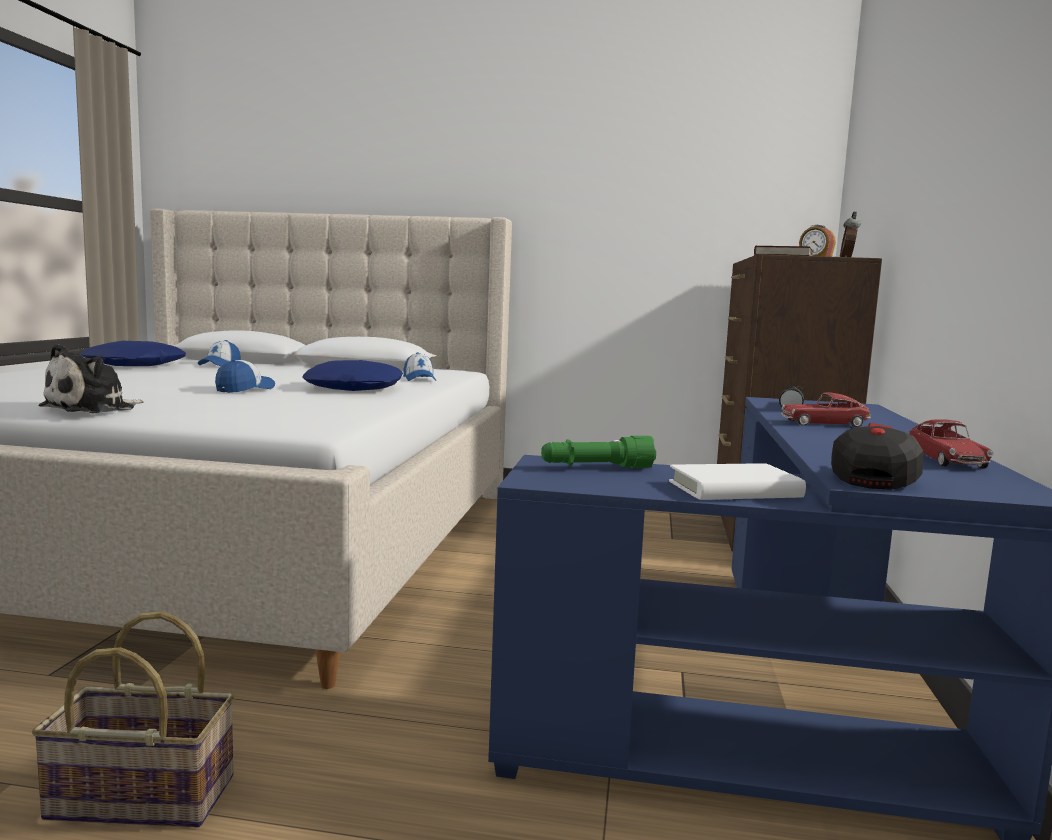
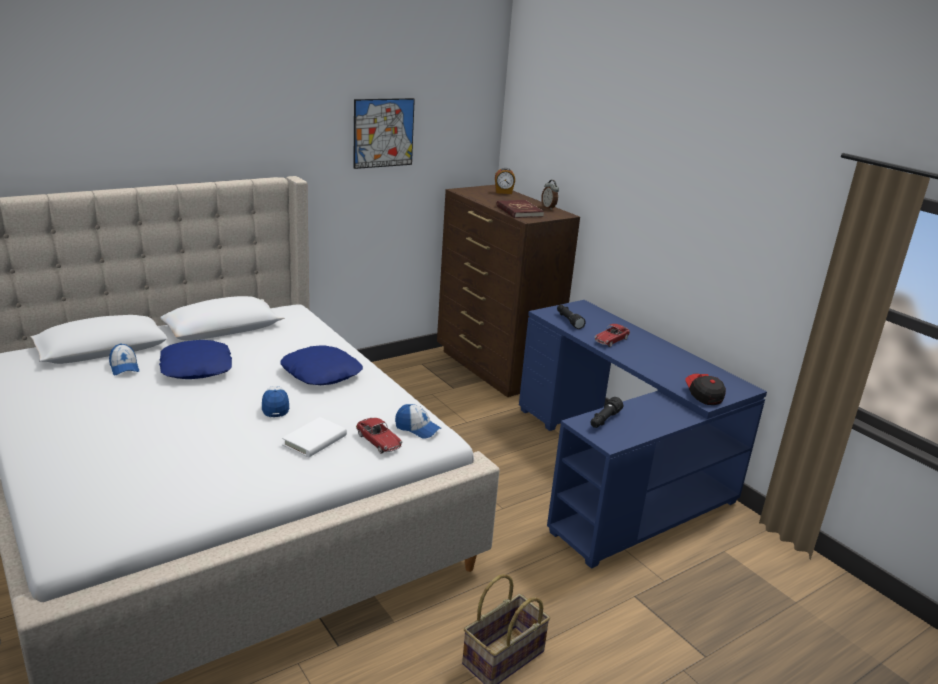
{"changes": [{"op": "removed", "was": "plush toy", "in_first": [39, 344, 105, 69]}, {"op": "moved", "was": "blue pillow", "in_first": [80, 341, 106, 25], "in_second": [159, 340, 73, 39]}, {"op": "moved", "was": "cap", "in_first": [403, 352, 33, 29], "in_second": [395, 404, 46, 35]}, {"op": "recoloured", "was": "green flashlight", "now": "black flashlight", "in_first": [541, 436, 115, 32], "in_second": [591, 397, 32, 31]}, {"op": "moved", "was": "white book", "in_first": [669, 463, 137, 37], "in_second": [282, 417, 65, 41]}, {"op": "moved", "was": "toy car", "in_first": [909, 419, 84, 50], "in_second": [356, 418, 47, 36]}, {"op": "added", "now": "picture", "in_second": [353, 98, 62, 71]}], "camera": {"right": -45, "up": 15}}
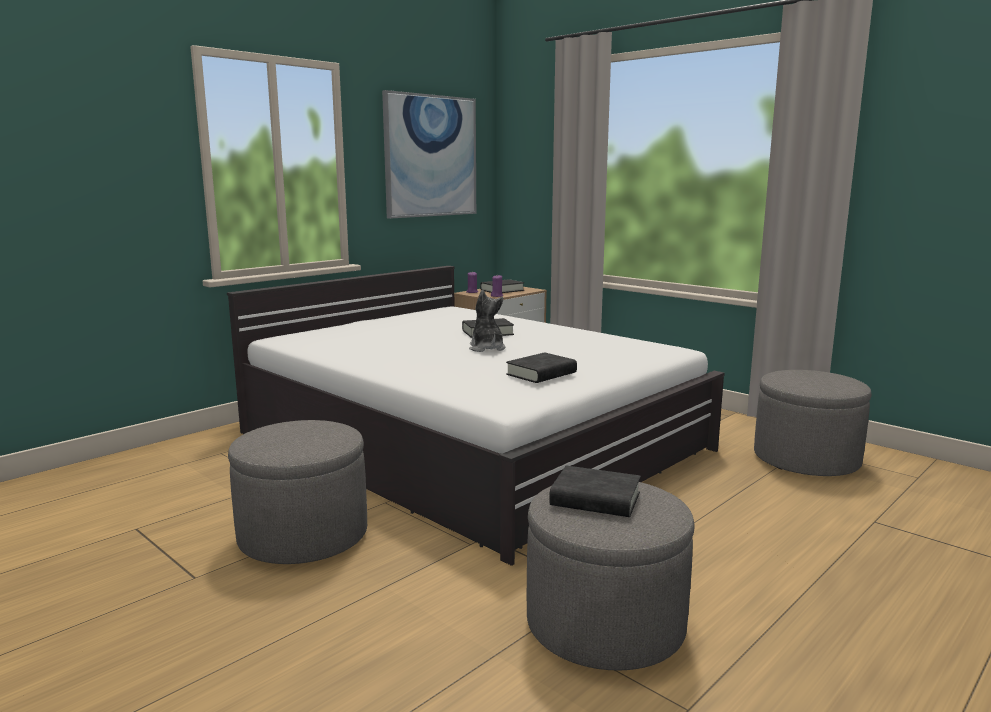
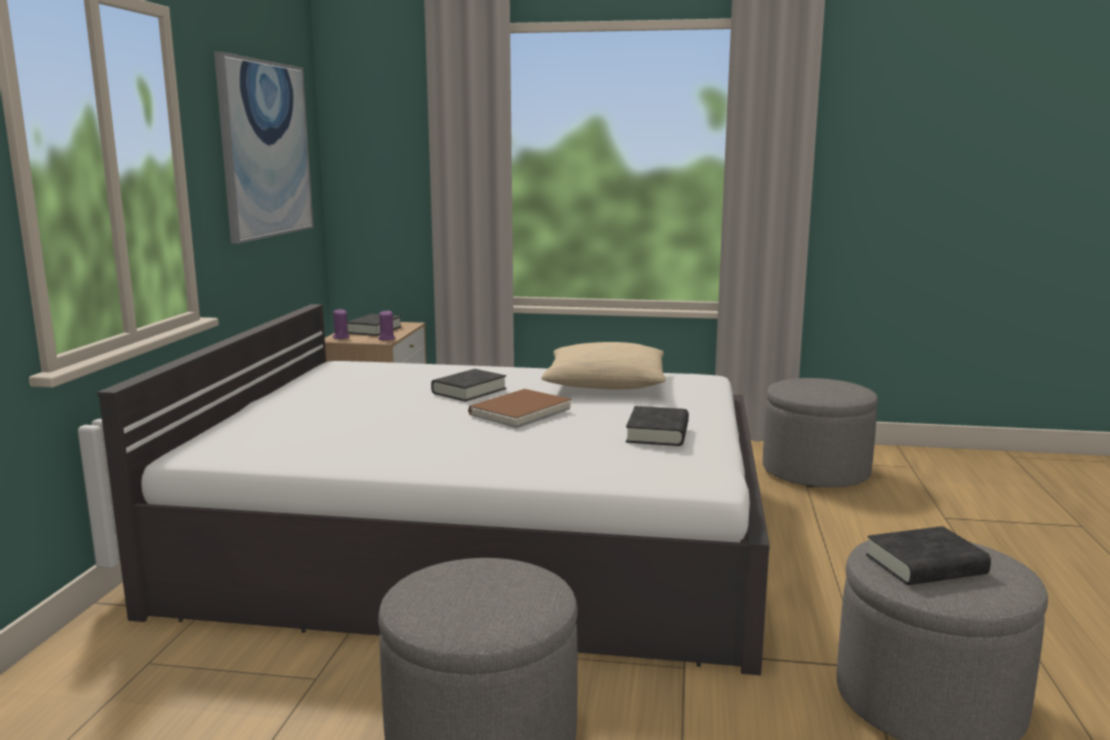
{"changes": [{"op": "replaced", "was": "plush toy", "now": "brown book", "in_first": [469, 290, 36, 62], "in_second": [468, 389, 103, 40]}, {"op": "added", "now": "beige pillow", "in_second": [541, 342, 125, 47]}], "camera": {"right": -35, "up": 0}}
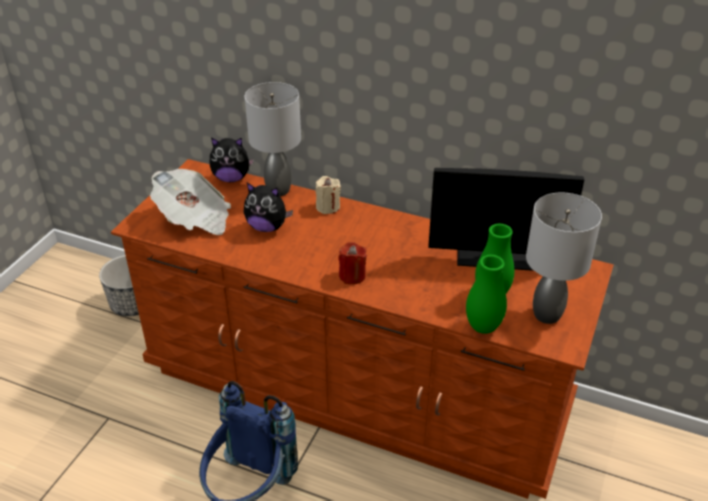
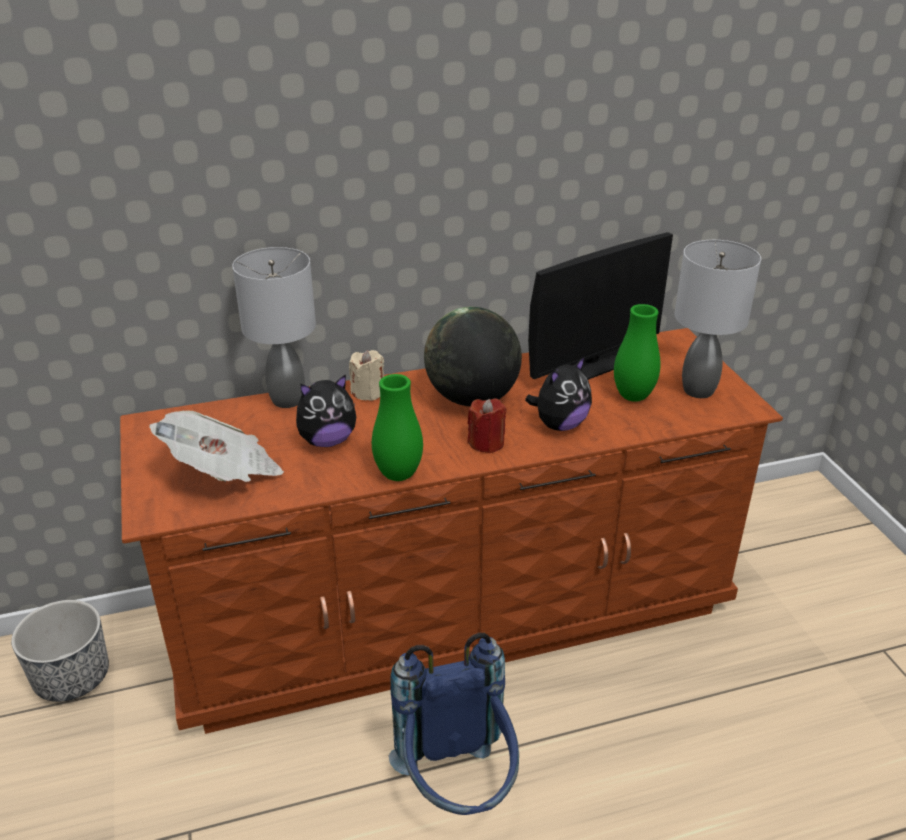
{"changes": [{"op": "moved", "was": "plush toy", "in_first": [209, 137, 45, 45], "in_second": [525, 356, 67, 75]}, {"op": "moved", "was": "green vase", "in_first": [466, 255, 41, 79], "in_second": [372, 374, 51, 107]}, {"op": "added", "now": "globe", "in_second": [424, 307, 98, 100]}], "camera": {"right": -40, "up": -5}}
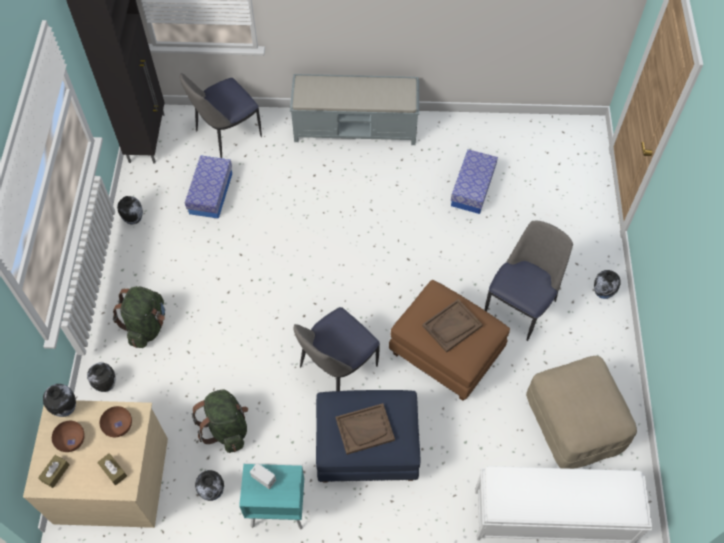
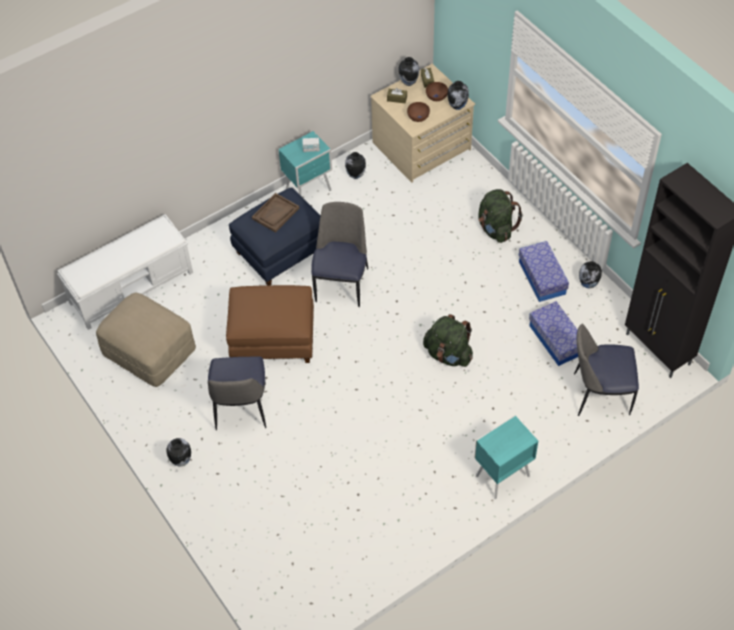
{"changes": [{"op": "moved", "was": "vase", "in_first": [87, 362, 29, 30], "in_second": [398, 57, 21, 29]}, {"op": "turned", "was": "chair", "in_first": [180, 73, 82, 85], "in_second": [574, 324, 65, 92], "clockwise": -105}, {"op": "moved", "was": "green backpack", "in_first": [192, 389, 56, 64], "in_second": [423, 314, 50, 53]}, {"op": "replaced", "was": "grey bench", "now": "turquoise nightstand", "in_first": [290, 74, 129, 71], "in_second": [475, 415, 64, 84]}, {"op": "removed", "was": "brown tray", "in_first": [422, 299, 61, 54]}, {"op": "moved", "was": "storage box", "in_first": [451, 149, 47, 65], "in_second": [519, 241, 50, 61]}], "camera": {"right": 145, "up": -5}}
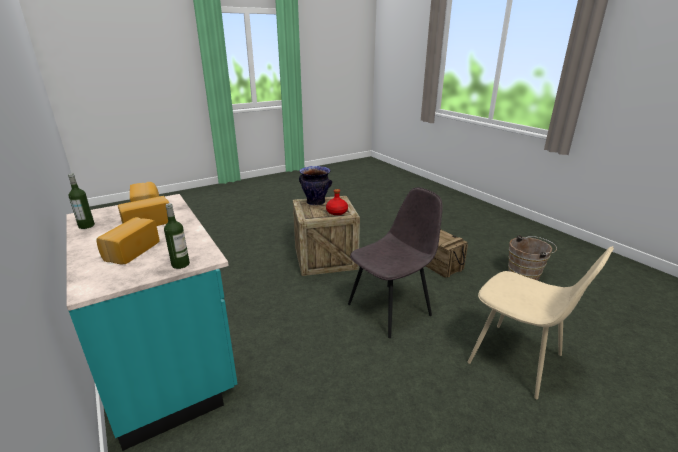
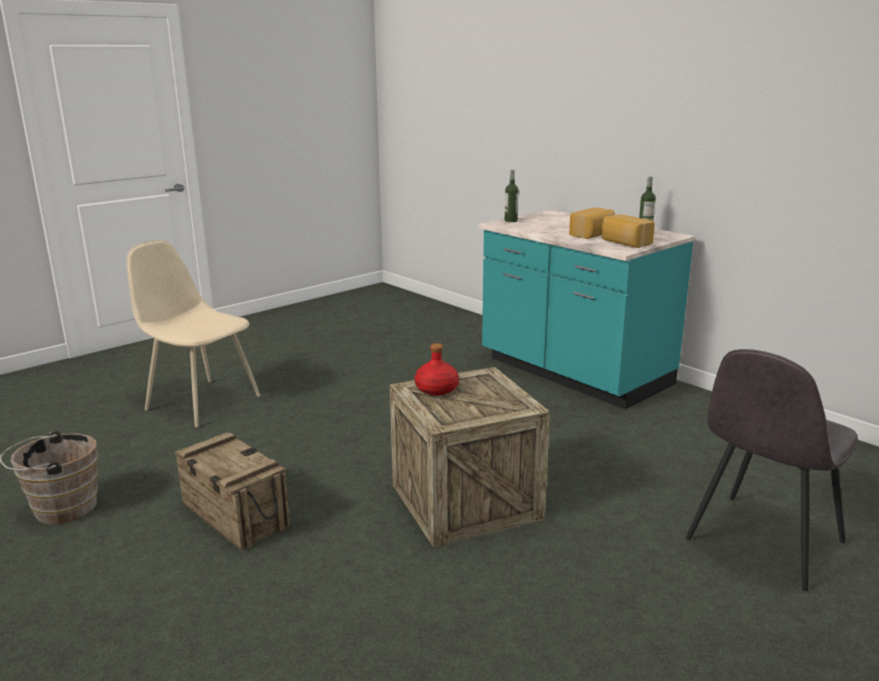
{"changes": [{"op": "removed", "was": "bread", "in_first": [96, 217, 64, 47]}, {"op": "removed", "was": "vase", "in_first": [299, 166, 33, 40]}, {"op": "moved", "was": "grey chair", "in_first": [348, 187, 95, 151], "in_second": [686, 349, 172, 242]}], "camera": {"right": 170, "up": -5}}
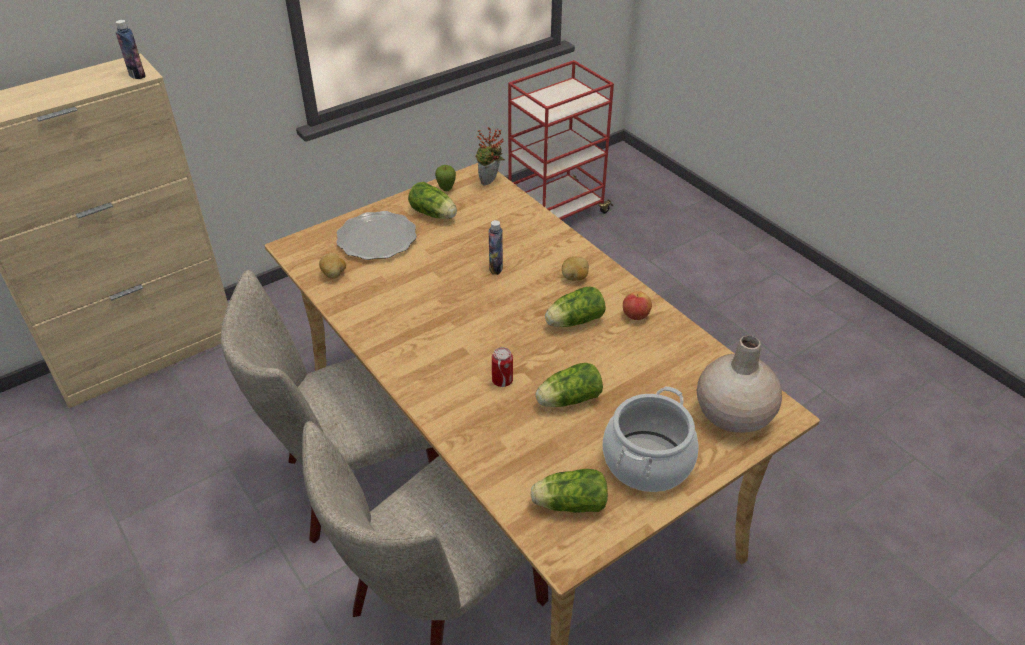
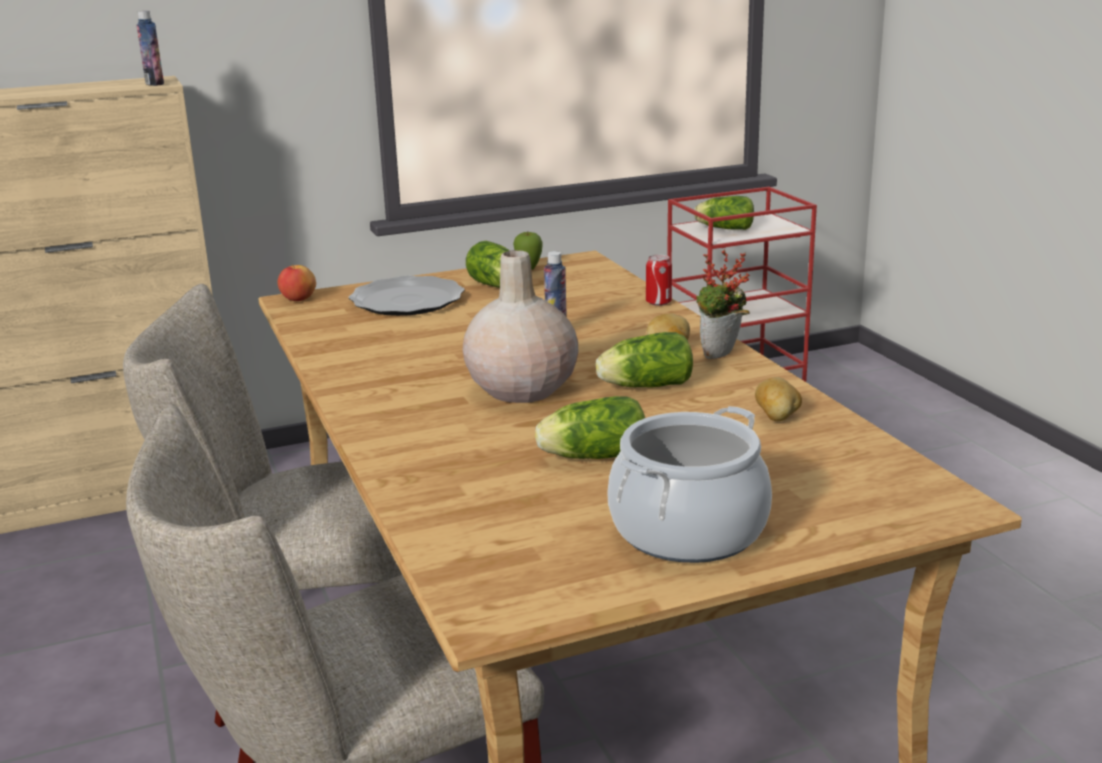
{"changes": [{"op": "moved", "was": "potato", "in_first": [319, 252, 27, 27], "in_second": [755, 377, 47, 44]}, {"op": "moved", "was": "potted plant", "in_first": [476, 127, 29, 59], "in_second": [696, 249, 54, 110]}, {"op": "moved", "was": "can", "in_first": [492, 347, 21, 40], "in_second": [646, 254, 26, 52]}, {"op": "moved", "was": "lettuce", "in_first": [530, 469, 78, 44], "in_second": [694, 196, 60, 34]}, {"op": "moved", "was": "apple", "in_first": [623, 291, 29, 29], "in_second": [277, 264, 39, 37]}, {"op": "moved", "was": "beige vase", "in_first": [696, 335, 86, 98], "in_second": [463, 250, 115, 153]}], "camera": {"right": 15, "up": -20}}
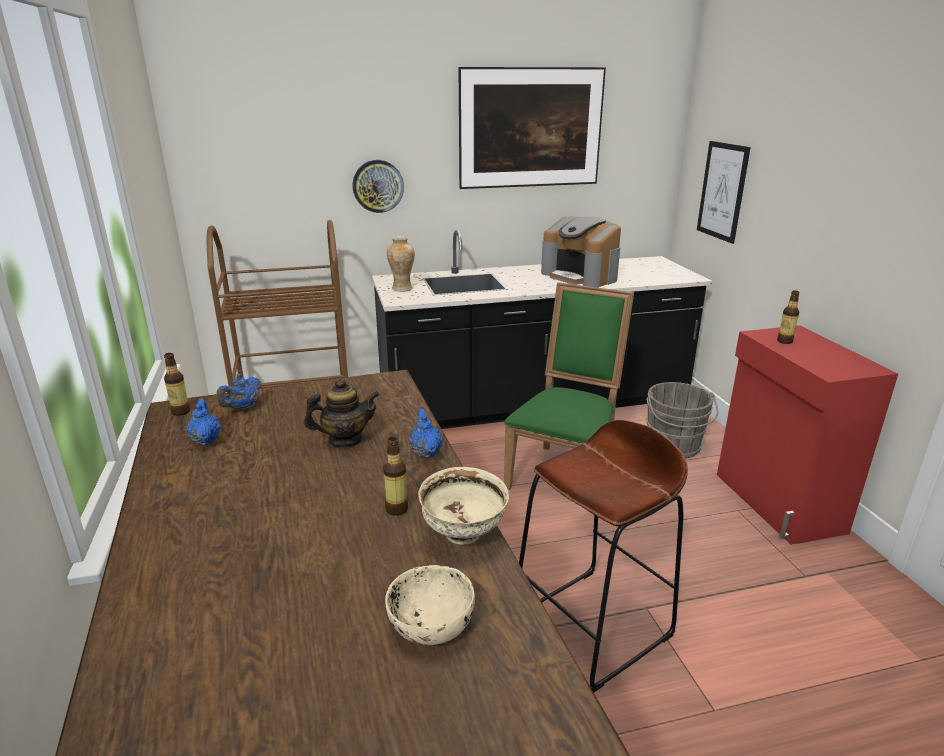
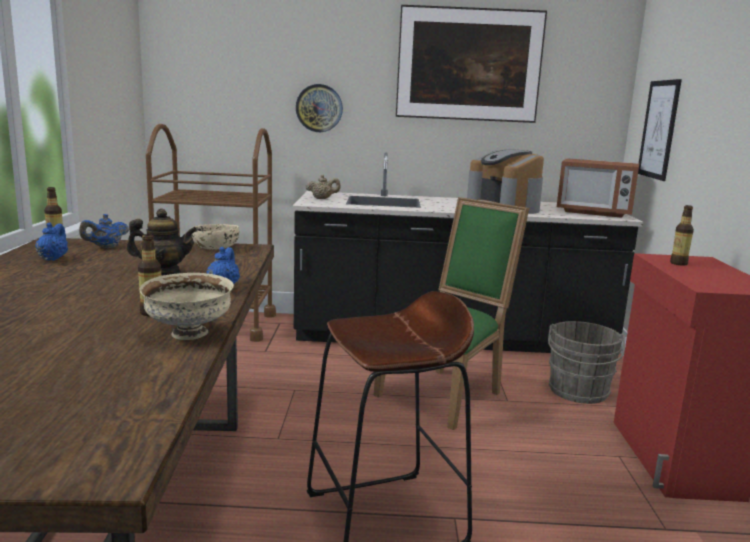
{"changes": [{"op": "moved", "was": "beige bowl", "in_first": [385, 565, 90, 80], "in_second": [192, 224, 47, 26]}, {"op": "replaced", "was": "vase", "now": "beige teapot", "in_first": [387, 236, 28, 56], "in_second": [306, 174, 34, 25]}, {"op": "added", "now": "microwave", "in_second": [557, 158, 82, 60]}], "camera": {"right": 15, "up": -10}}
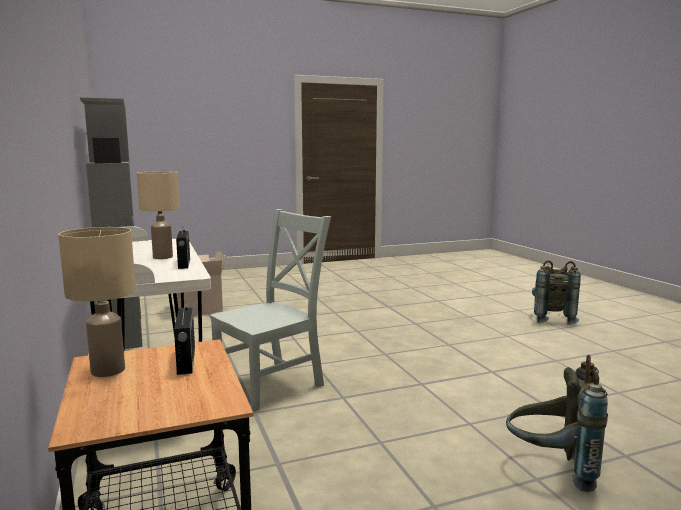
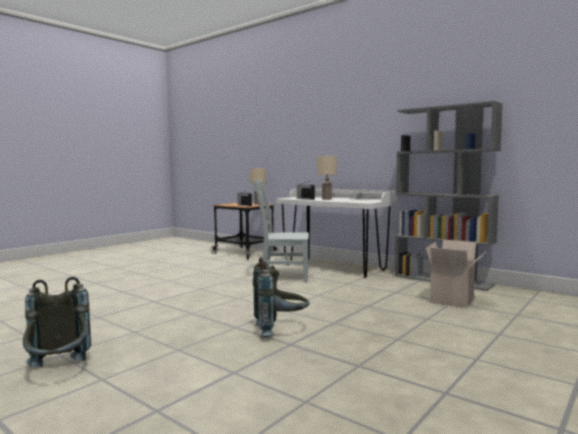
{"changes": [{"op": "turned", "was": "grey chair", "in_first": [210, 209, 121, 202], "in_second": [253, 179, 56, 103], "clockwise": 75}, {"op": "moved", "was": "grey backpack", "in_first": [506, 355, 102, 137], "in_second": [253, 257, 56, 80]}], "camera": {"right": 150, "up": -5}}
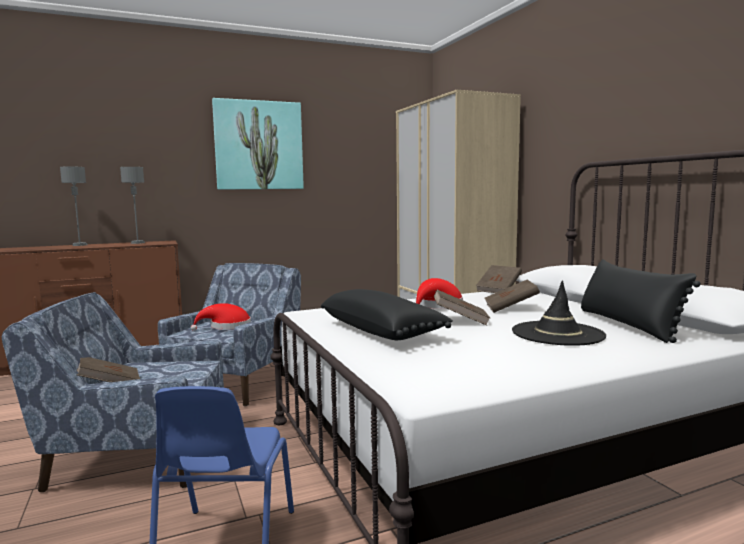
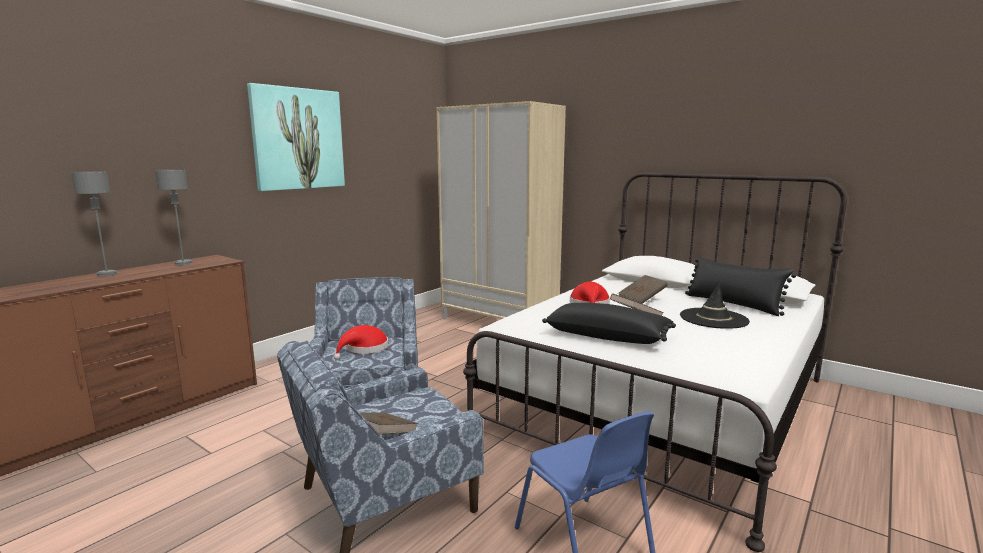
{"changes": [{"op": "removed", "was": "brown book", "in_first": [476, 265, 46, 28]}], "camera": {"right": -30, "up": 5}}
